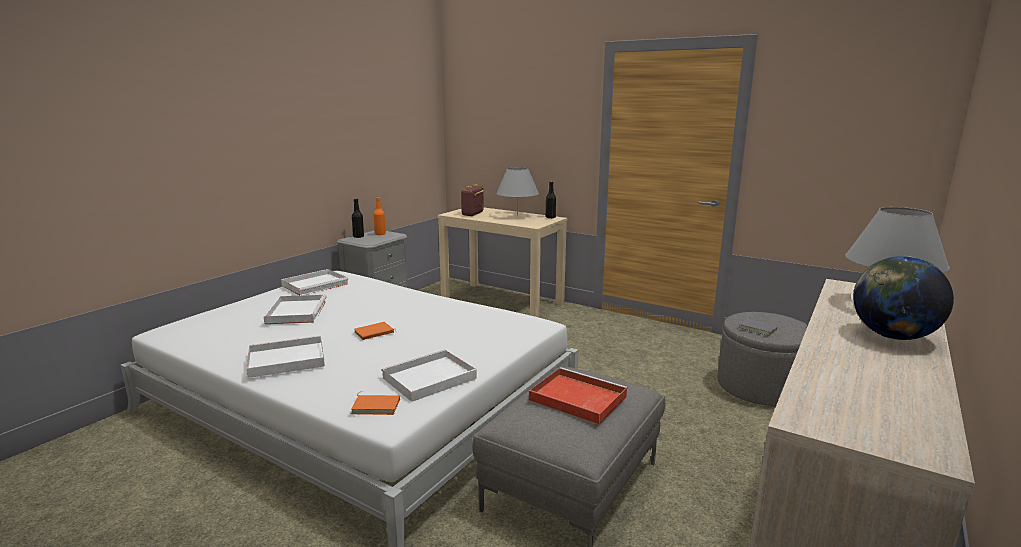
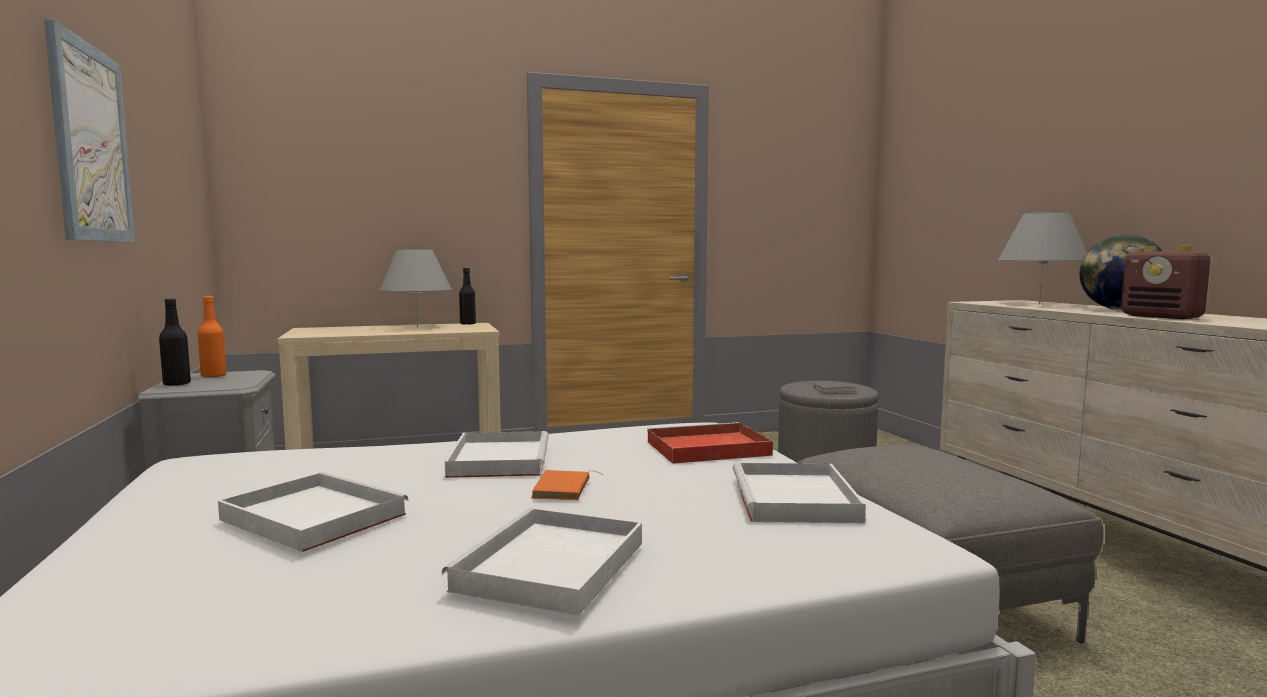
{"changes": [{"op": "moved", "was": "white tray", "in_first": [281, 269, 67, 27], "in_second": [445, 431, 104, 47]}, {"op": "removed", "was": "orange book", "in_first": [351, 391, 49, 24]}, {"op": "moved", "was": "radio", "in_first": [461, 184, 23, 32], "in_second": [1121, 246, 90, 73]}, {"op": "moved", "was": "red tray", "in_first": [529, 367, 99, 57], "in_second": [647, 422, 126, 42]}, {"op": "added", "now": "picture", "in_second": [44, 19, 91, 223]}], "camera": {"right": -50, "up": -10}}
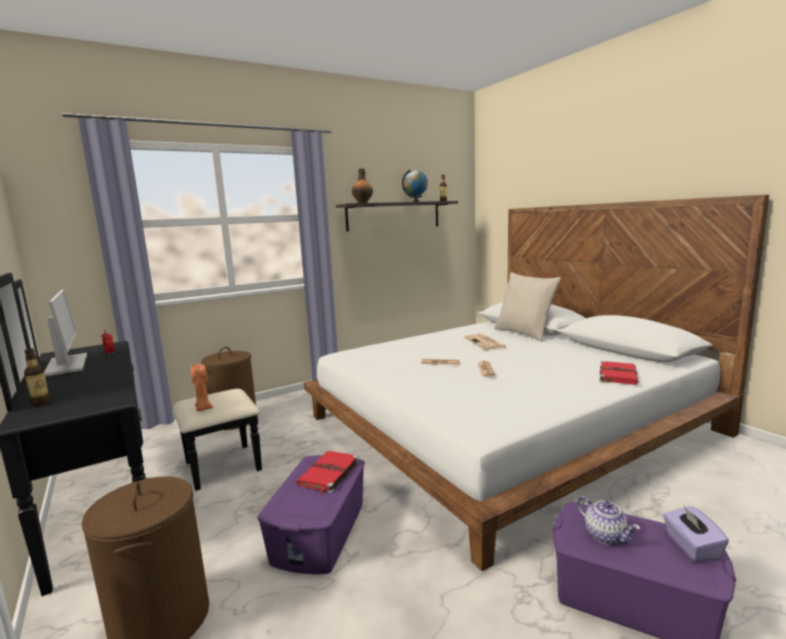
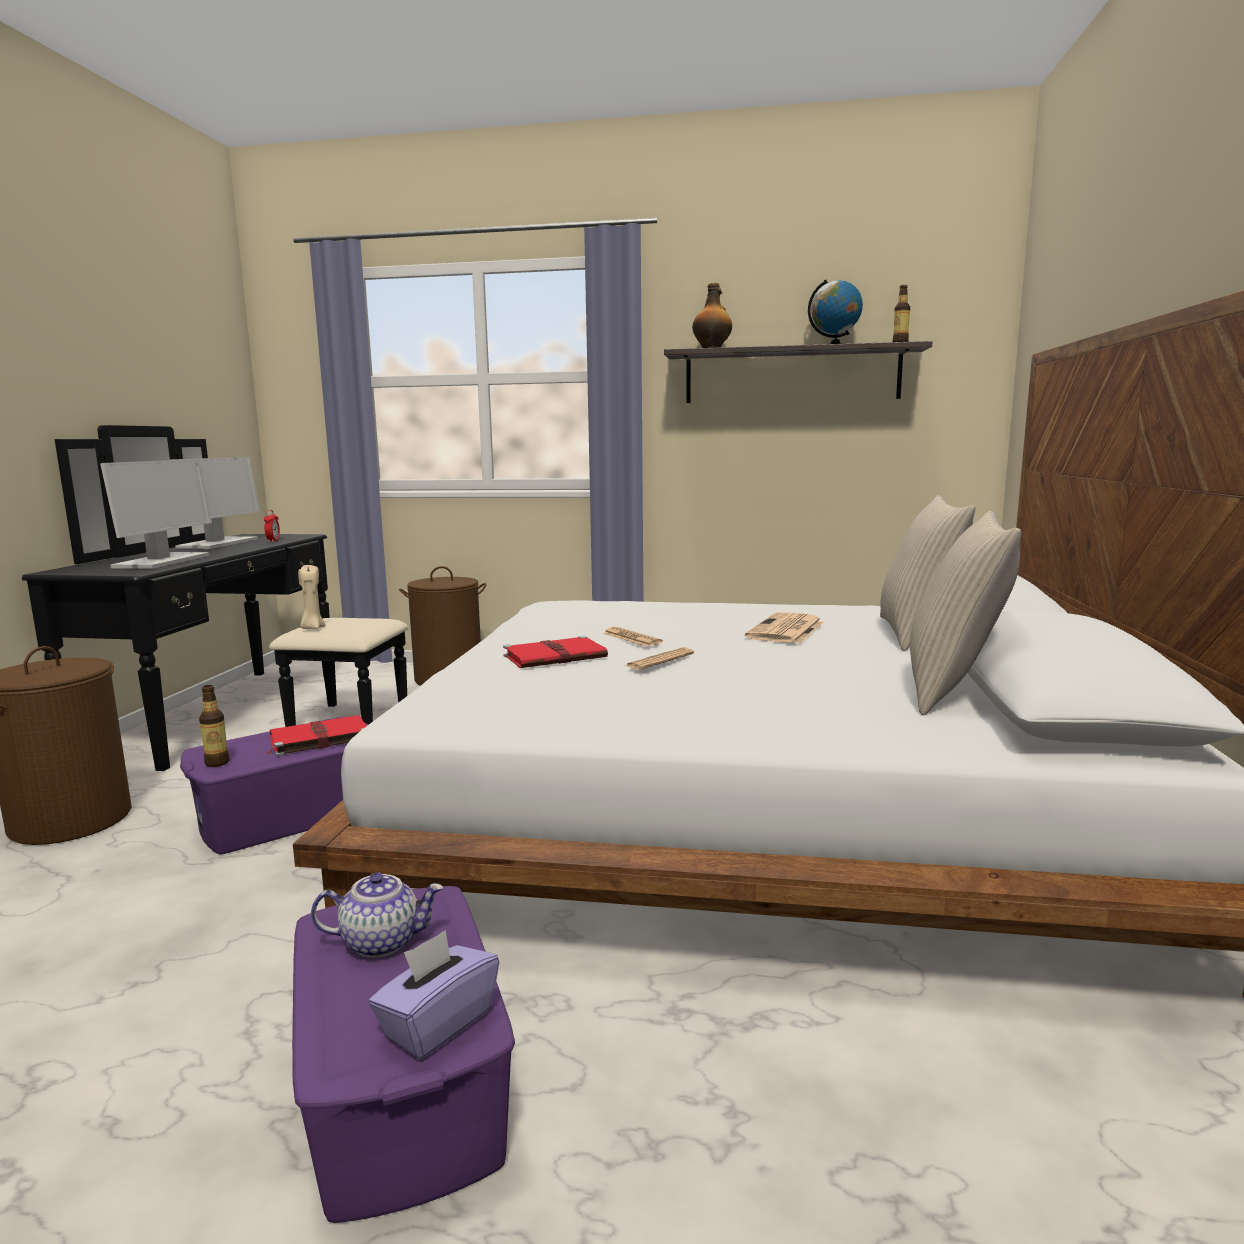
{"changes": [{"op": "moved", "was": "bottle", "in_first": [24, 348, 27, 58], "in_second": [199, 685, 31, 82]}, {"op": "recoloured", "was": "orange candle", "now": "beige candle", "in_first": [191, 364, 22, 47], "in_second": [298, 565, 28, 64]}, {"op": "turned", "was": "teapot", "in_first": [577, 496, 63, 49], "in_second": [311, 872, 132, 86], "clockwise": -105}, {"op": "moved", "was": "red book", "in_first": [600, 361, 38, 24], "in_second": [503, 636, 105, 32]}, {"op": "added", "now": "monitor", "in_second": [100, 459, 112, 110]}, {"op": "added", "now": "beige pillow", "in_second": [910, 511, 111, 205]}], "camera": {"right": 40, "up": 0}}
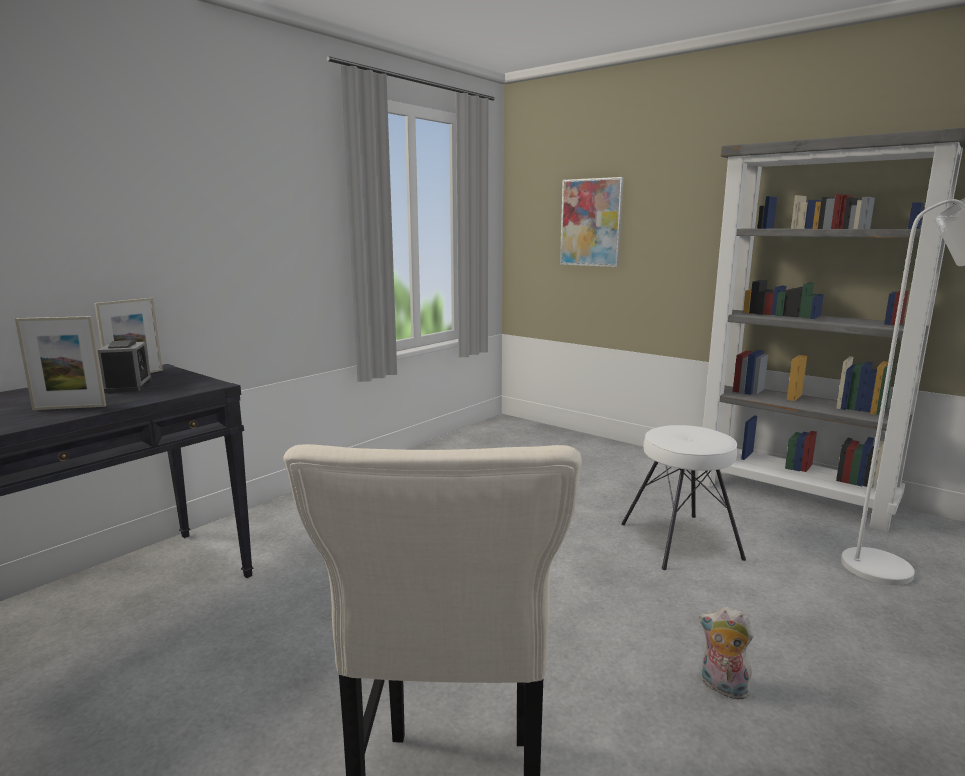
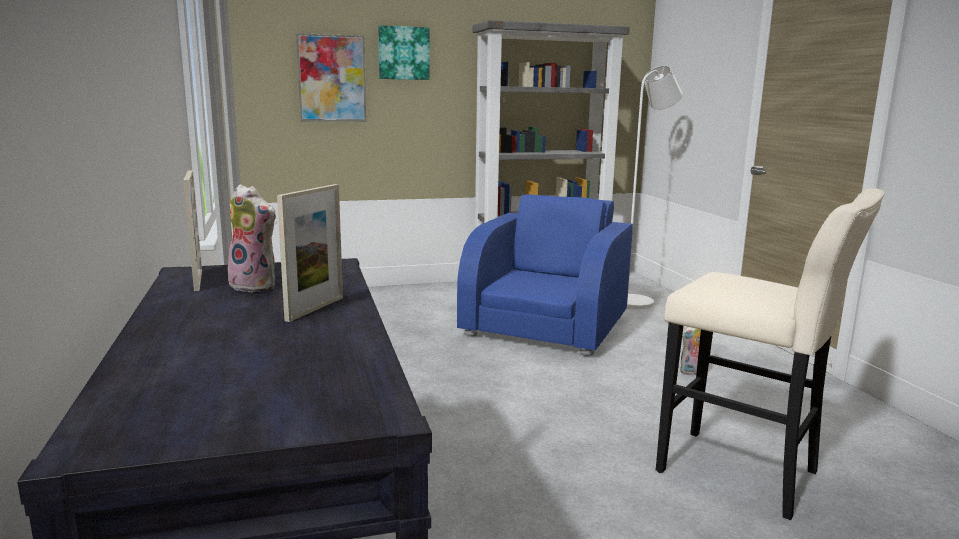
{"changes": [{"op": "replaced", "was": "alarm clock", "now": "plush toy", "in_first": [98, 340, 54, 53], "in_second": [228, 184, 49, 109]}, {"op": "replaced", "was": "white stool", "now": "blue armchair", "in_first": [621, 425, 125, 145], "in_second": [457, 194, 176, 162]}, {"op": "added", "now": "picture", "in_second": [378, 25, 52, 55]}], "camera": {"right": -55, "up": 0}}
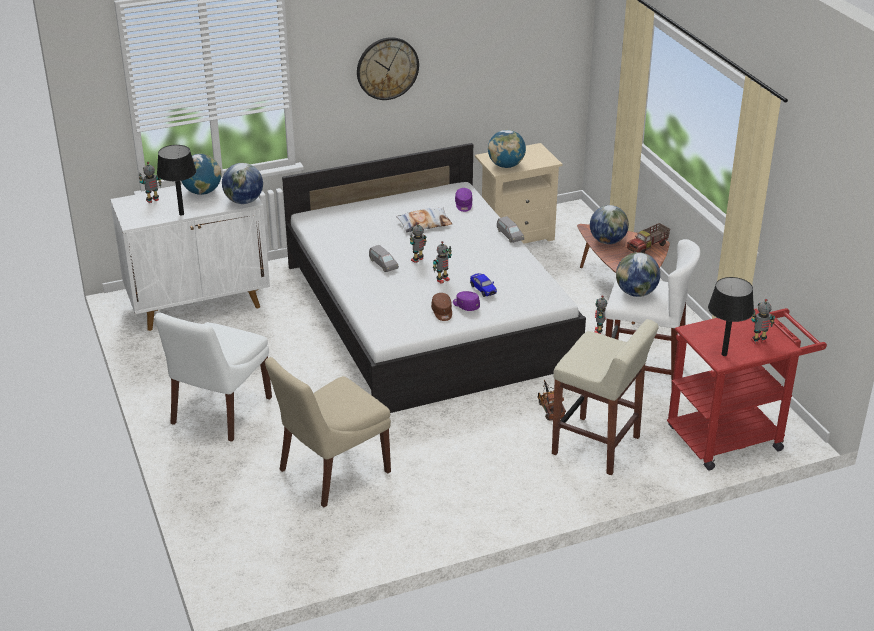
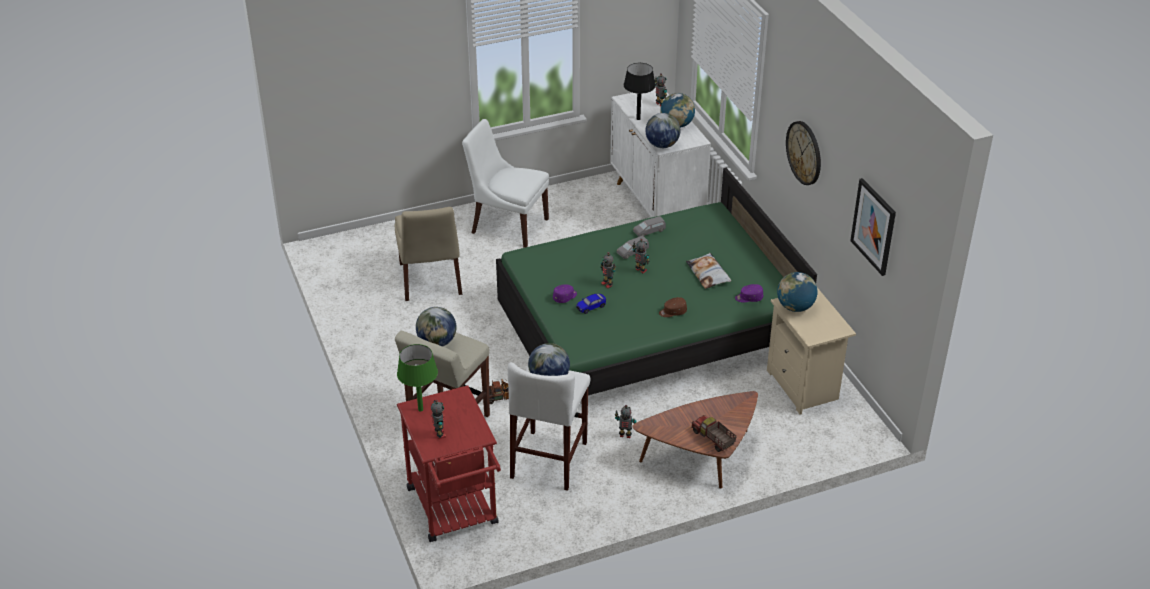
{"changes": [{"op": "turned", "was": "beige chair", "in_first": [265, 357, 126, 151], "in_second": [395, 207, 67, 94], "clockwise": -150}, {"op": "recoloured", "was": "white bed", "now": "green bed", "in_first": [282, 143, 304, 270], "in_second": [496, 168, 321, 227]}, {"op": "moved", "was": "brown cap", "in_first": [431, 293, 21, 28], "in_second": [659, 297, 28, 20]}, {"op": "moved", "was": "grey toy car", "in_first": [497, 216, 27, 27], "in_second": [633, 216, 33, 21]}, {"op": "moved", "was": "globe", "in_first": [590, 205, 39, 39], "in_second": [416, 307, 40, 40]}, {"op": "recoloured", "was": "black table lamp", "now": "green table lamp", "in_first": [708, 277, 46, 79], "in_second": [397, 344, 41, 68]}, {"op": "added", "now": "picture", "in_second": [850, 178, 46, 98]}], "camera": {"right": 90, "up": 5}}
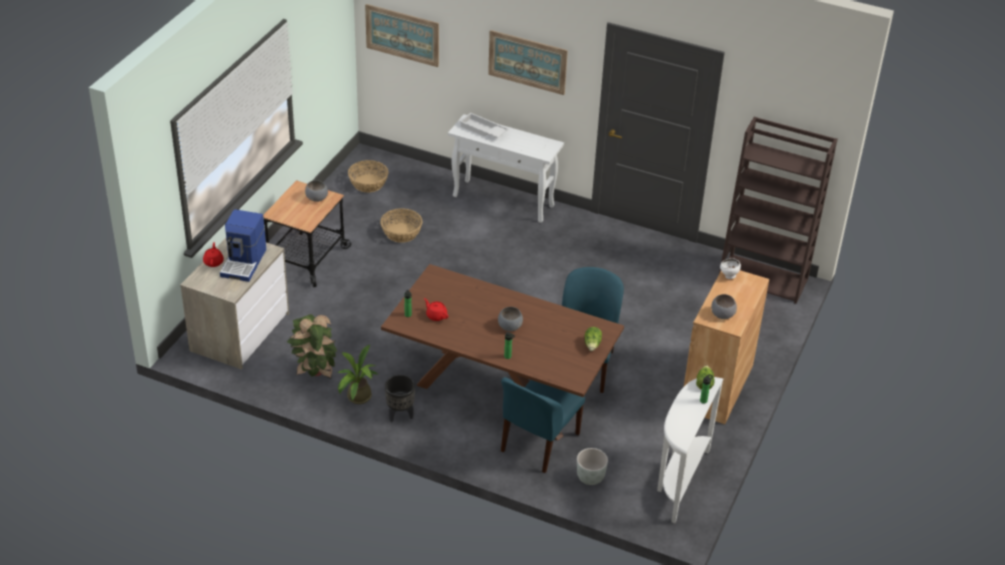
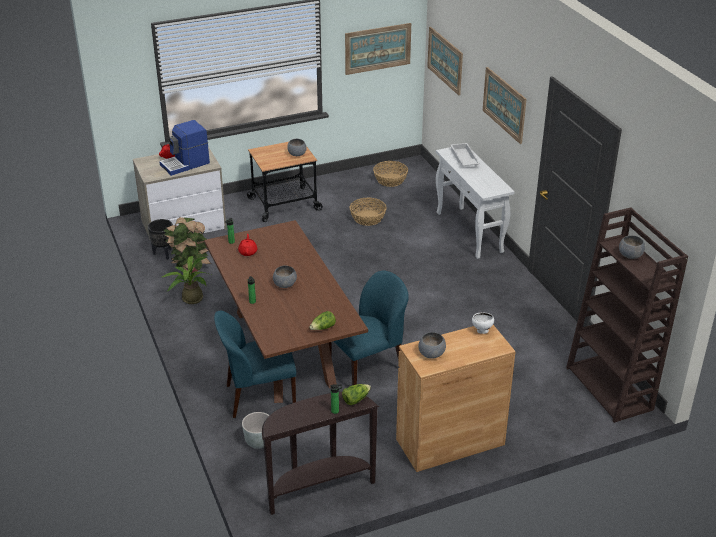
{"changes": [{"op": "moved", "was": "black planter", "in_first": [385, 375, 30, 47], "in_second": [148, 219, 25, 41]}, {"op": "recoloured", "was": "white console table", "now": "brown console table", "in_first": [657, 377, 66, 146], "in_second": [262, 392, 117, 123]}, {"op": "added", "now": "picture", "in_second": [345, 23, 66, 52]}, {"op": "added", "now": "grey bowl", "in_second": [619, 235, 26, 24]}], "camera": {"right": 45, "up": -5}}
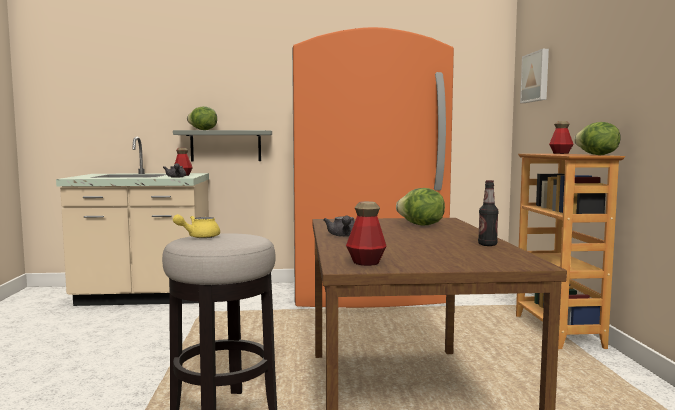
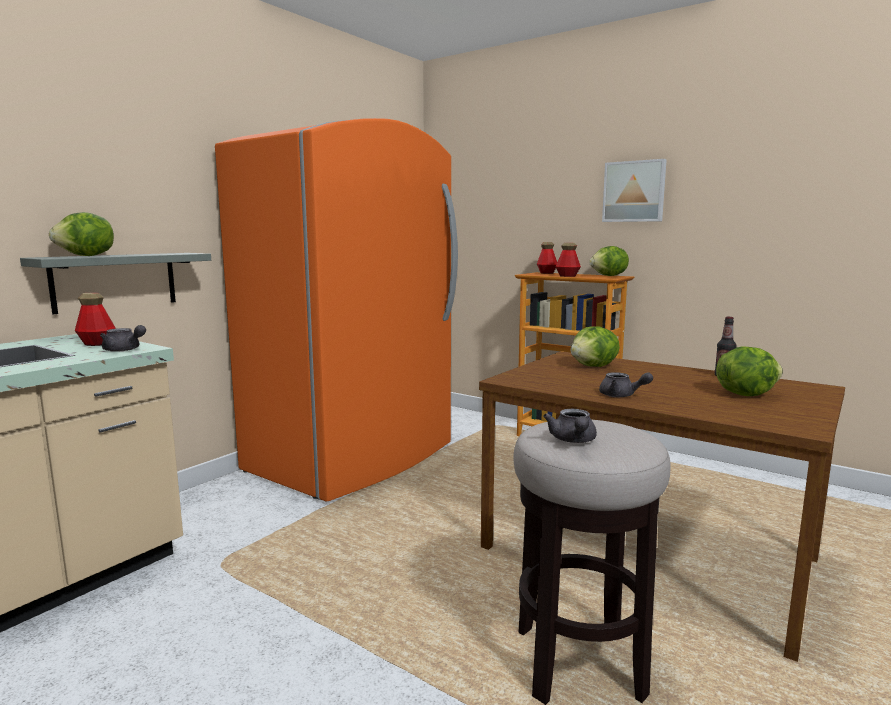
{"changes": [{"op": "recoloured", "was": "yellow teapot", "now": "grey teapot", "in_first": [173, 214, 47, 24], "in_second": [543, 409, 54, 34]}, {"op": "moved", "was": "bottle", "in_first": [346, 201, 41, 65], "in_second": [555, 243, 26, 34]}, {"op": "moved", "was": "picture", "in_first": [520, 49, 29, 54], "in_second": [602, 159, 65, 63]}, {"op": "added", "now": "lettuce", "in_second": [716, 346, 67, 50]}], "camera": {"right": -50, "up": 5}}
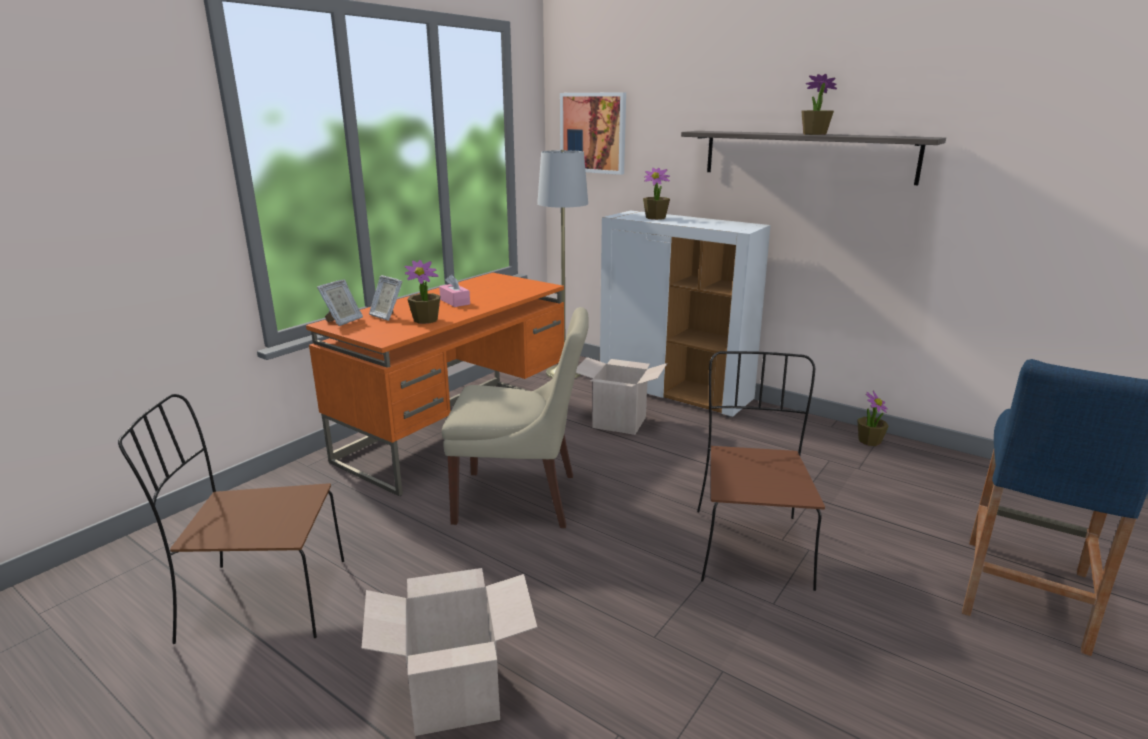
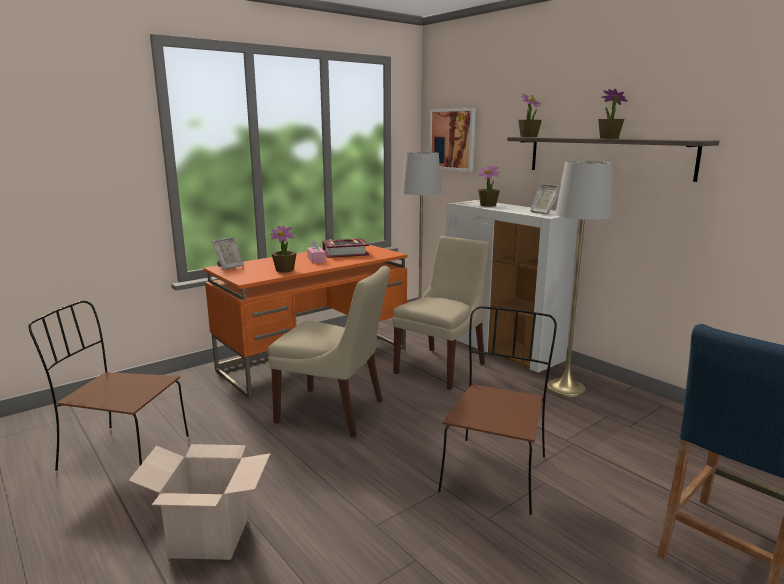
{"changes": [{"op": "moved", "was": "picture frame", "in_first": [369, 275, 33, 46], "in_second": [530, 184, 31, 31]}, {"op": "replaced", "was": "cardboard box", "now": "beige chair", "in_first": [576, 357, 92, 78], "in_second": [392, 236, 98, 154]}, {"op": "moved", "was": "potted plant", "in_first": [857, 391, 32, 55], "in_second": [518, 94, 24, 43]}, {"op": "added", "now": "book", "in_second": [323, 238, 46, 20]}, {"op": "added", "now": "grey floor lamp", "in_second": [547, 160, 65, 237]}], "camera": {"right": 15, "up": -5}}
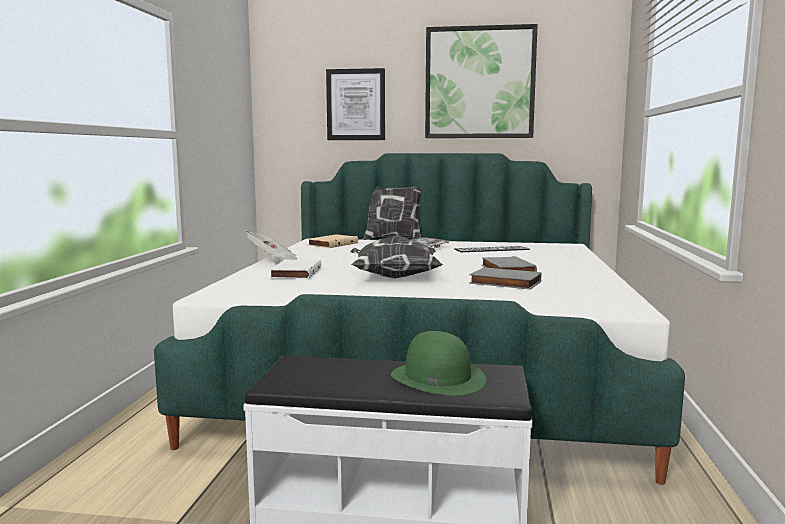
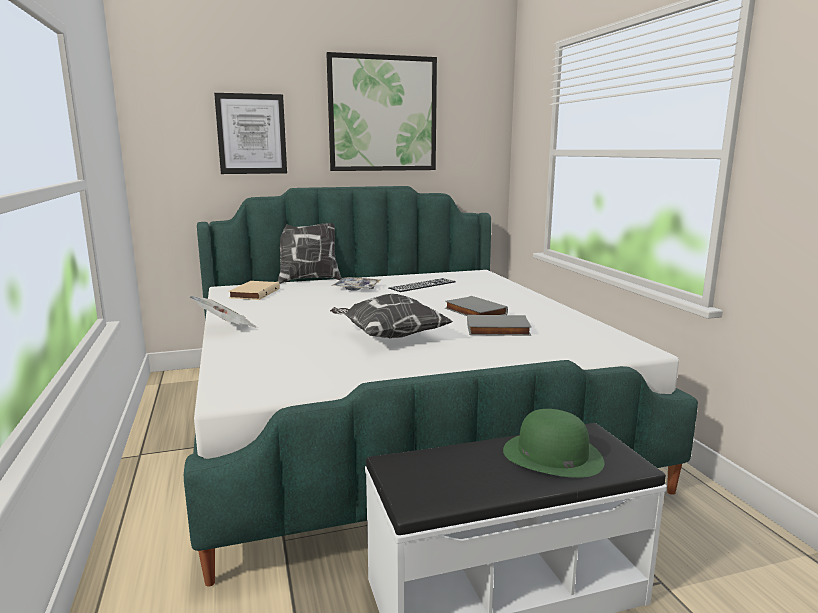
{"changes": [{"op": "removed", "was": "white book", "in_first": [269, 260, 52, 20]}], "camera": {"right": -25, "up": 5}}
